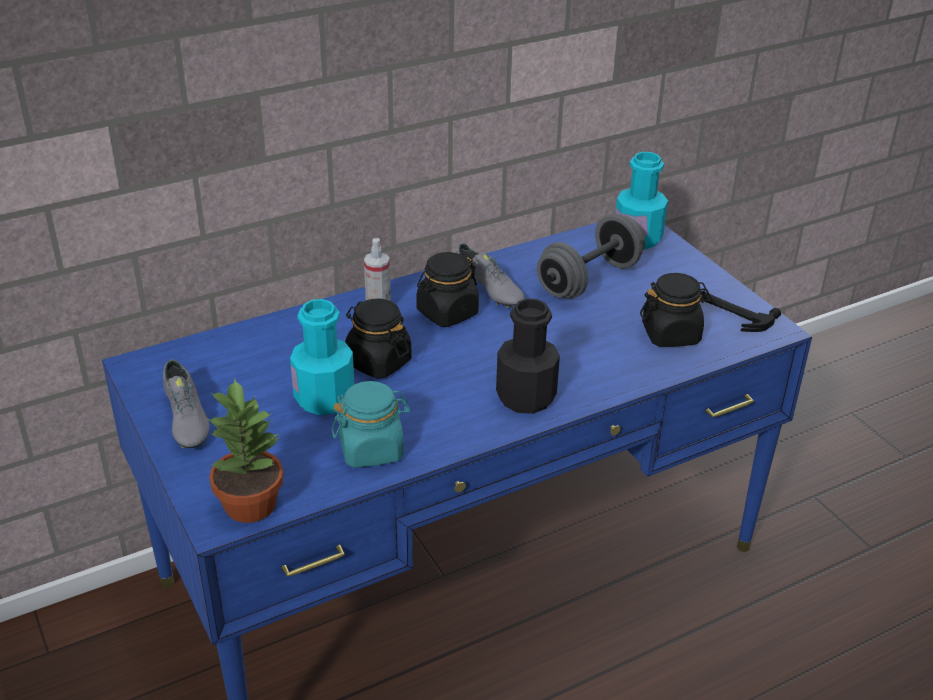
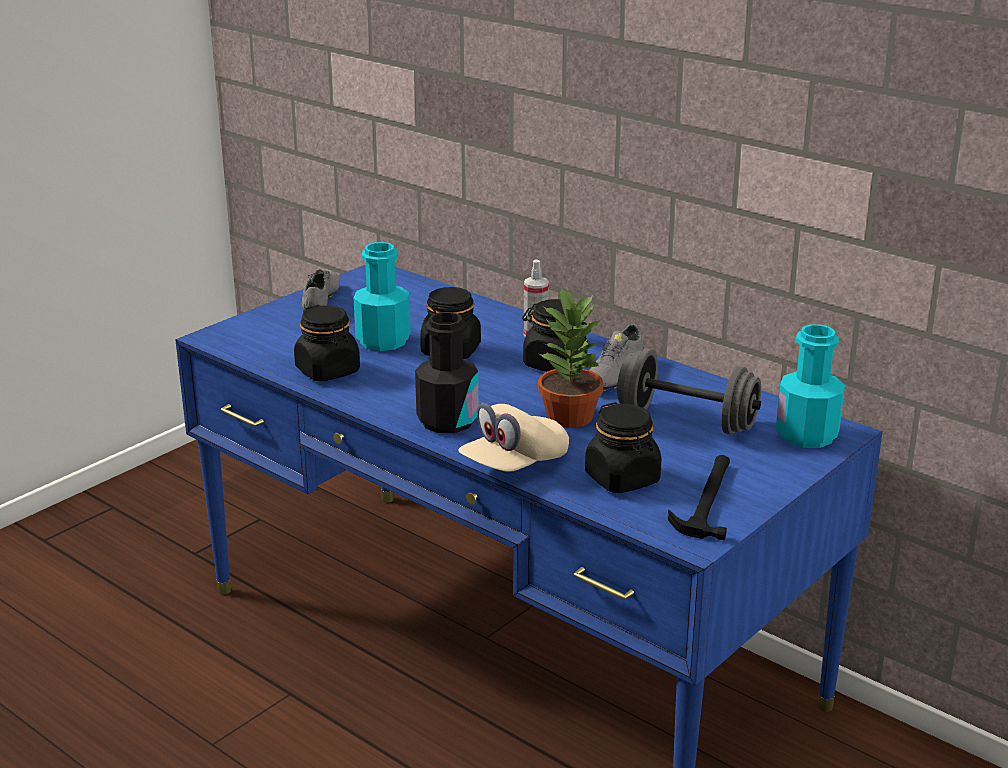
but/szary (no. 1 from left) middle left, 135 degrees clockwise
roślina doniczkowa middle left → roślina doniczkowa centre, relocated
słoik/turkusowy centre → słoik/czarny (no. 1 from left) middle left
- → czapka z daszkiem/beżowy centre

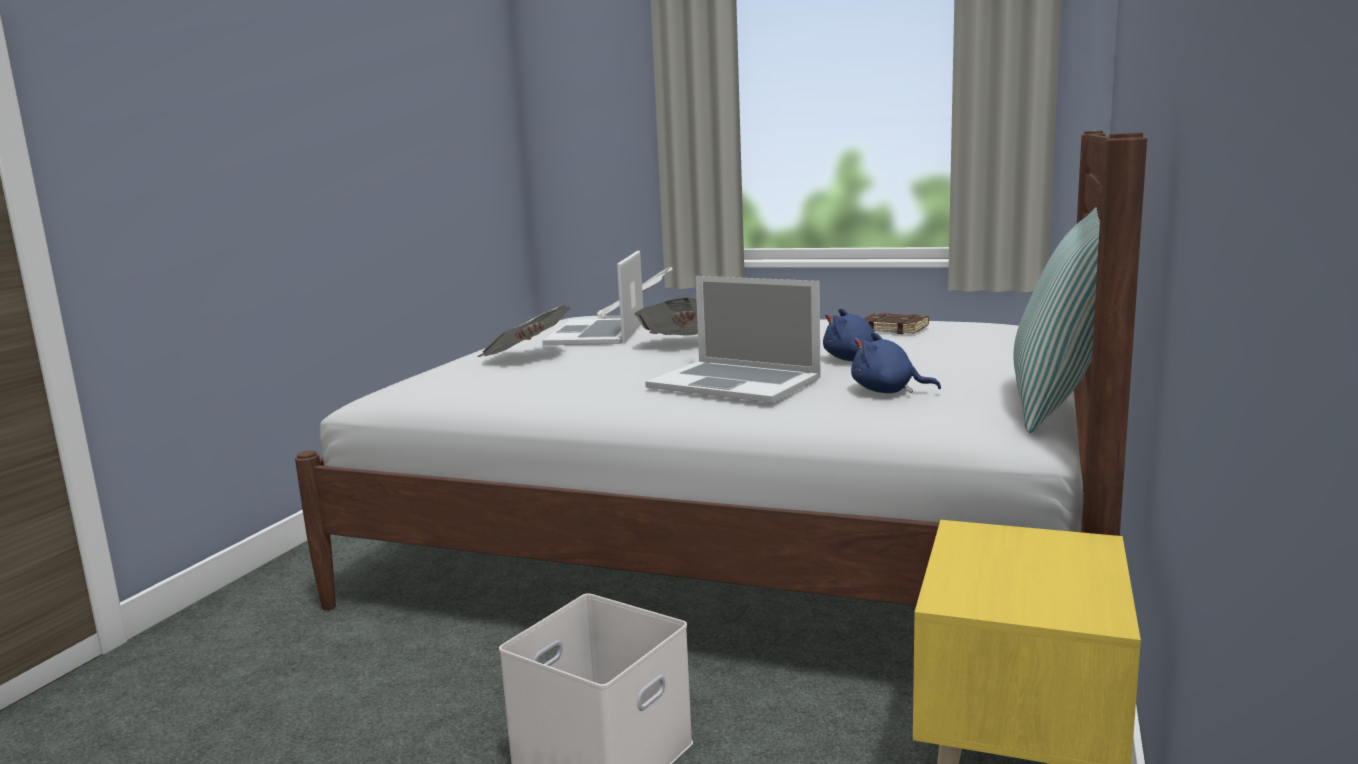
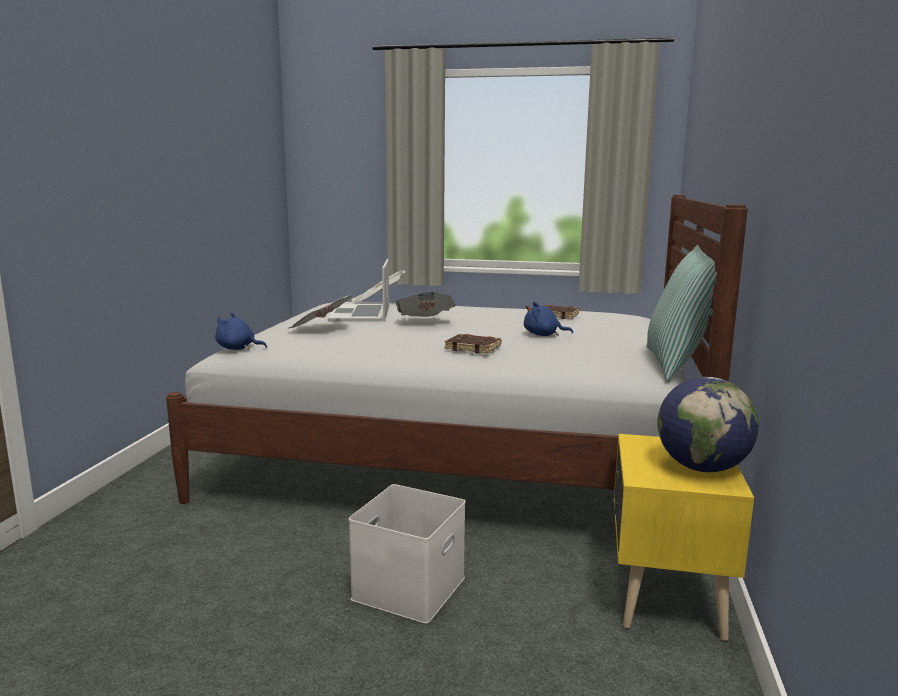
laptop (no. 2 from left) centre → książka/brązowy (no. 1 from left) centre
pluszak/niebieski (no. 2 from left in the first image) centre → pluszak/niebieski (no. 1 from left) middle left, relocated
- → globus middle right

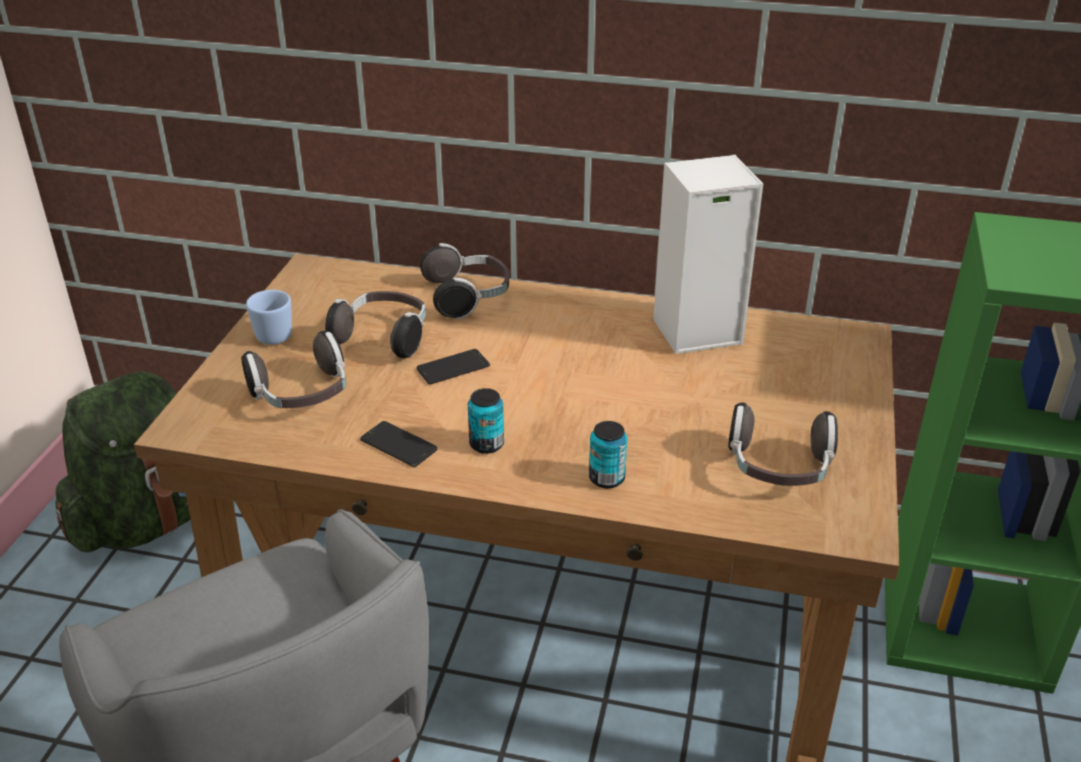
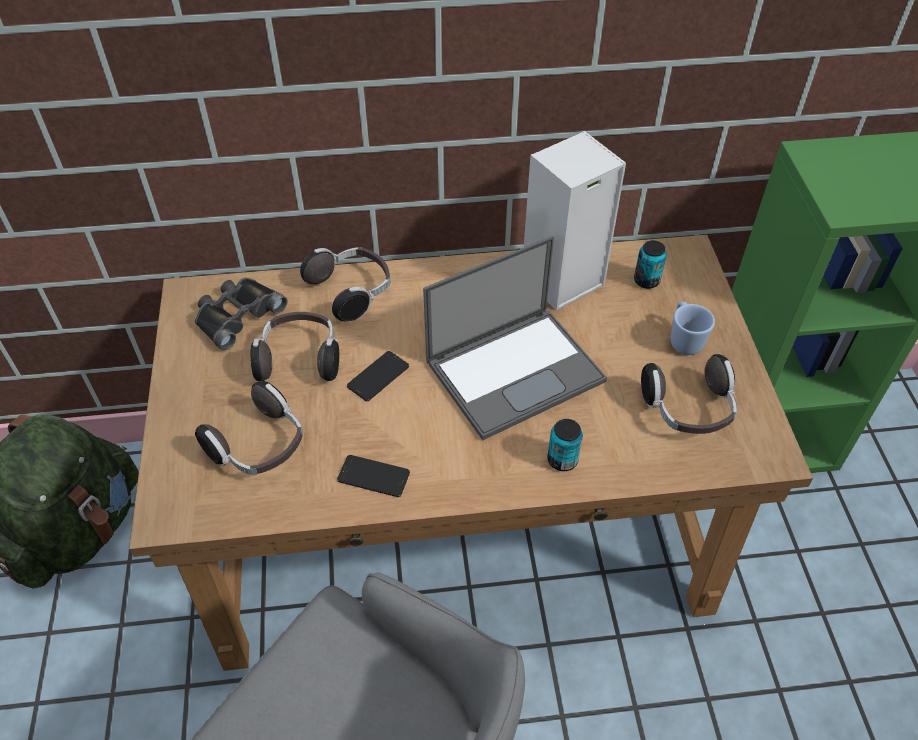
kubek/niebieski middle left → kubek/niebieski middle right, relocated
puszka (no. 1 from left in the first image) centre → puszka (no. 2 from left) middle right, relocated
- → lornetka/czarny middle left
- → laptop centre

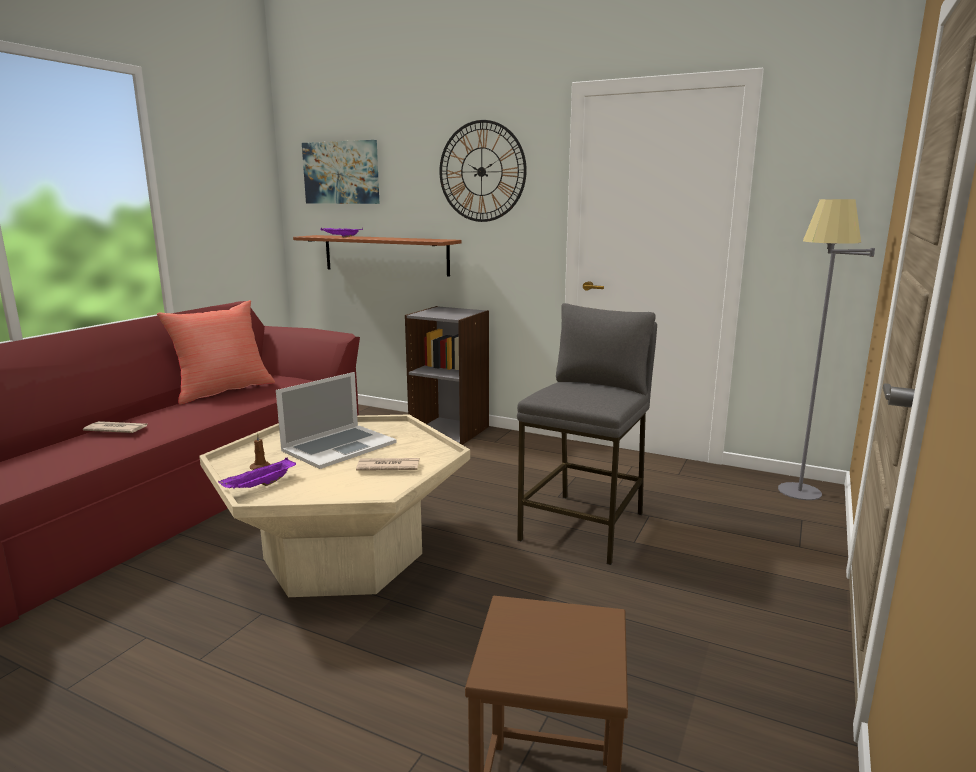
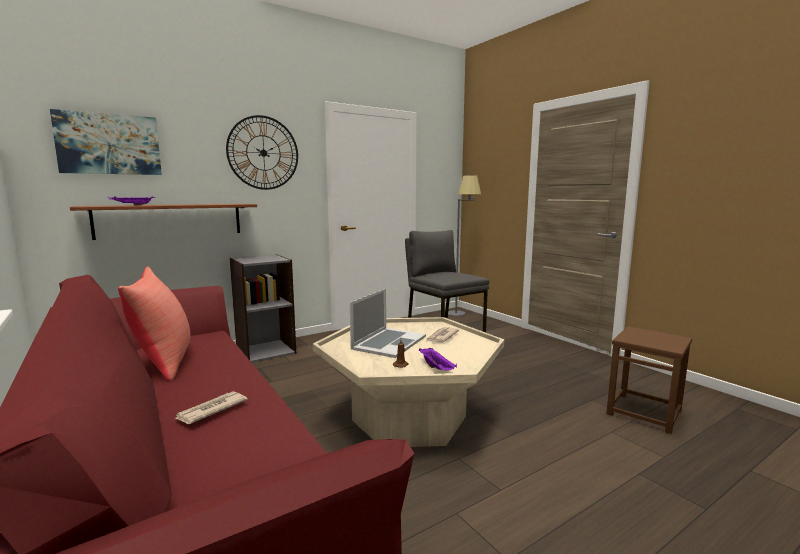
laptop centre, 45 degrees clockwise

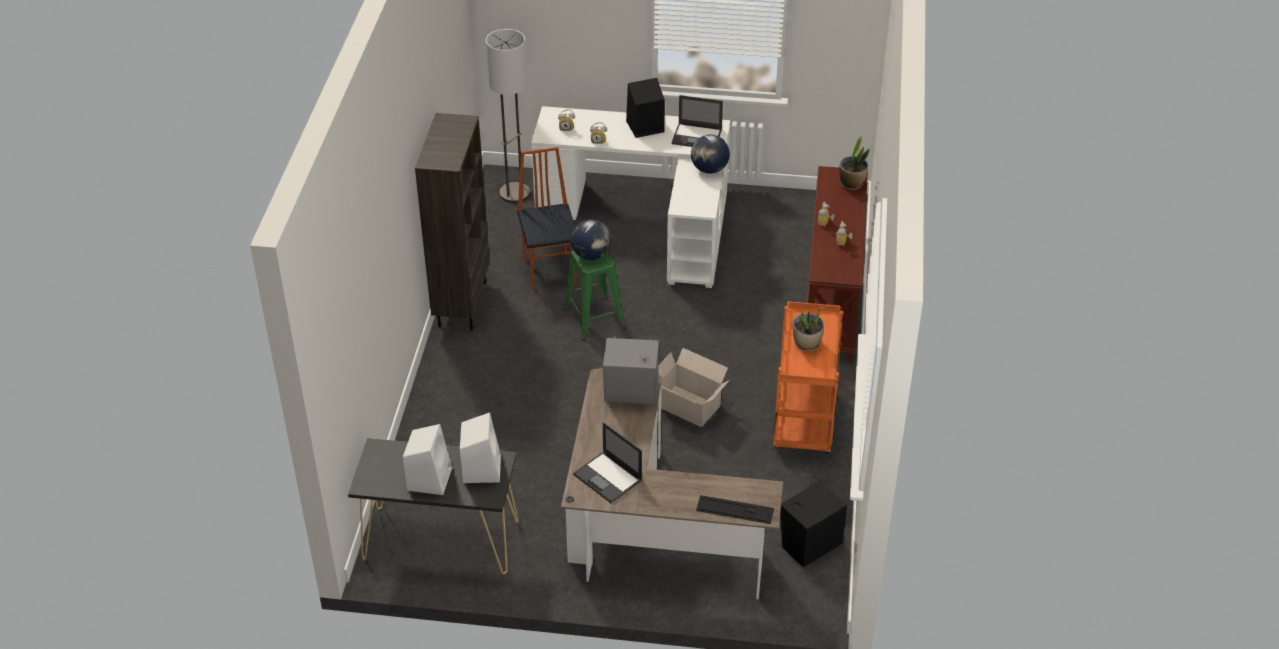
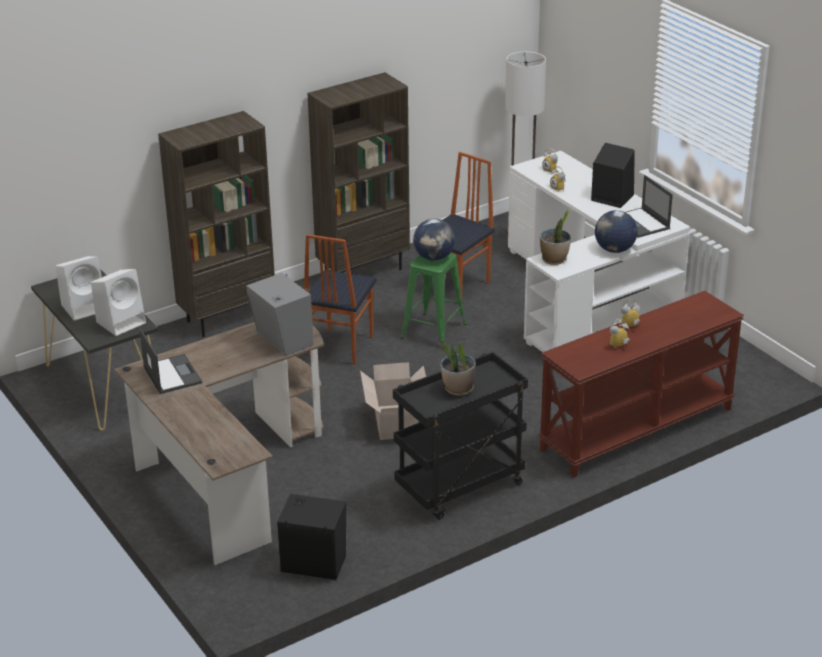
laptop (no. 1 from left) bottom centre → laptop (no. 1 from left) middle left, 150 degrees clockwise
klawiatura bottom centre → -
wózek/pomarańczowy centre → wózek/czarny centre
roślina doniczkowa (no. 2 from left) top right → roślina doniczkowa (no. 2 from left) middle right, relocated
- → regał/brązowy (no. 1 from left) middle left
- → krzesło (no. 1 from left) centre

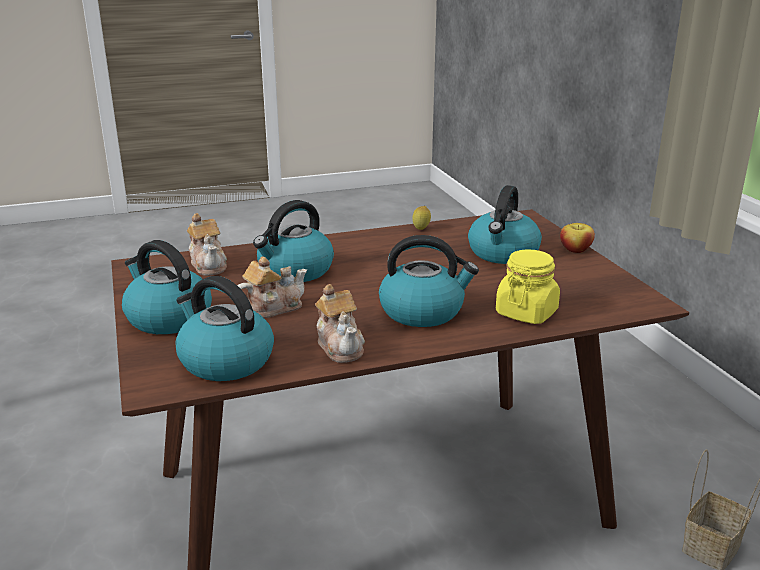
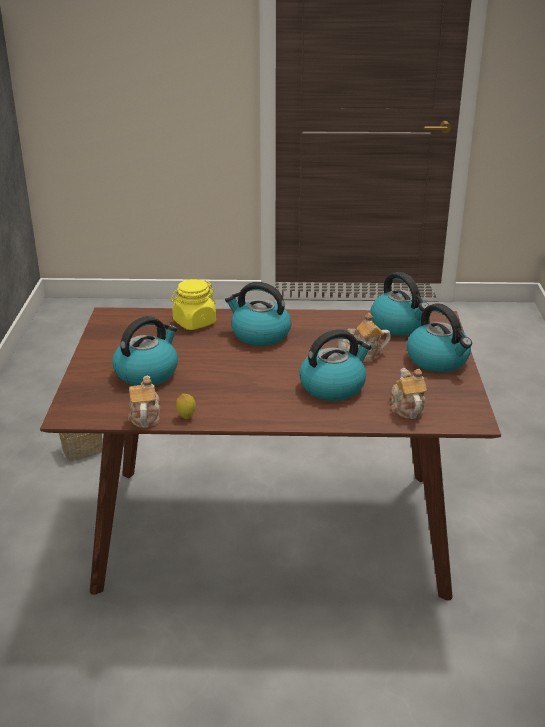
imbryk (no. 3 from left in the first image) centre → imbryk (no. 1 from left) middle left, relocated
jabłko middle right → -

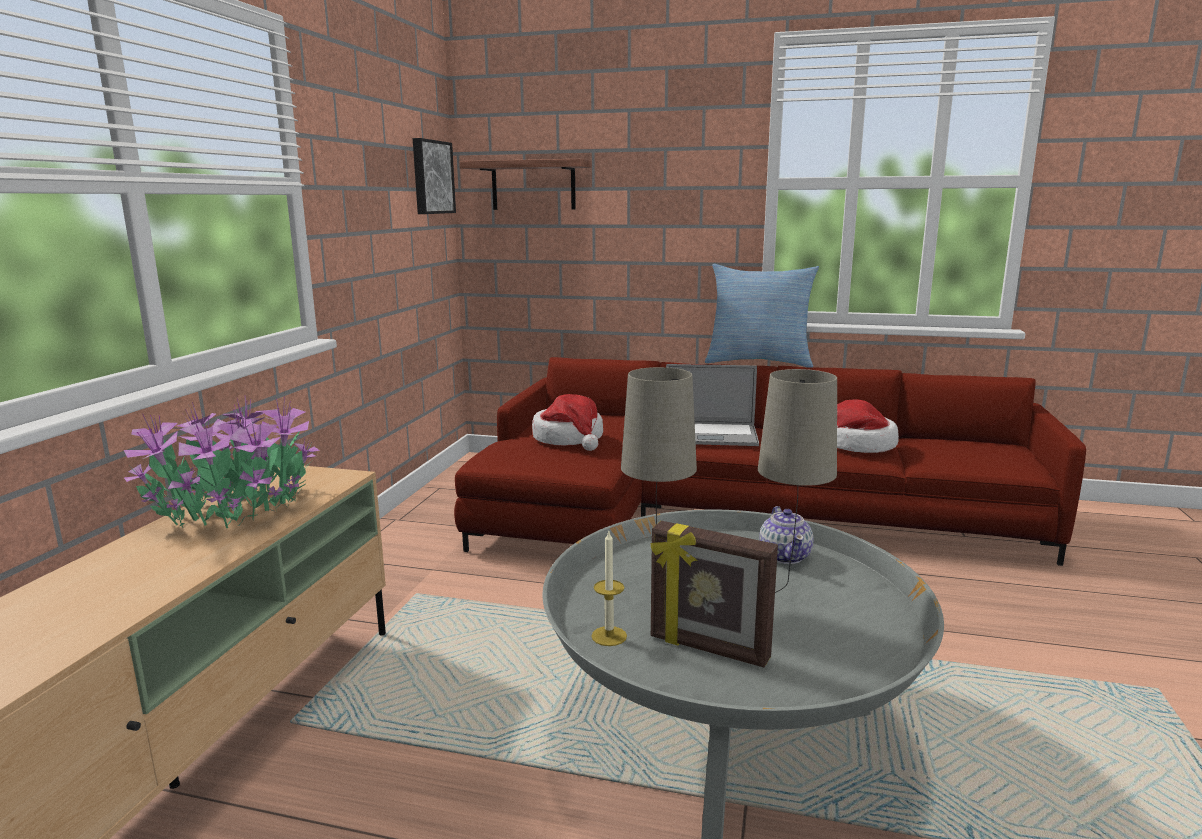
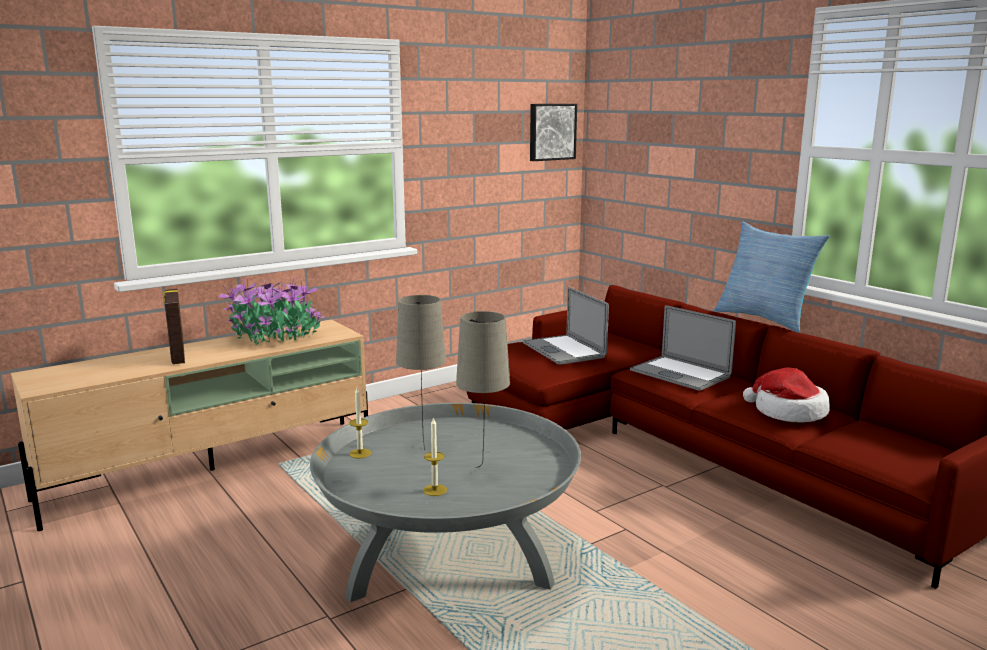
półka top centre → -
kapelusz (no. 1 from left) centre → laptop (no. 1 from left) centre
ramka na zdjęcie bottom centre → ramka na zdjęcie middle left, relocated
imbryk centre → -
- → świeca (no. 2 from left) bottom centre

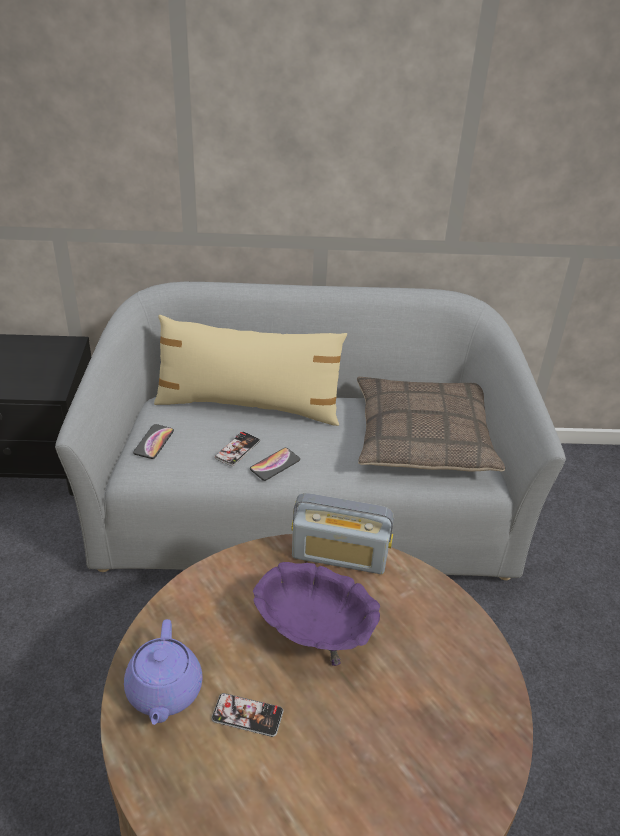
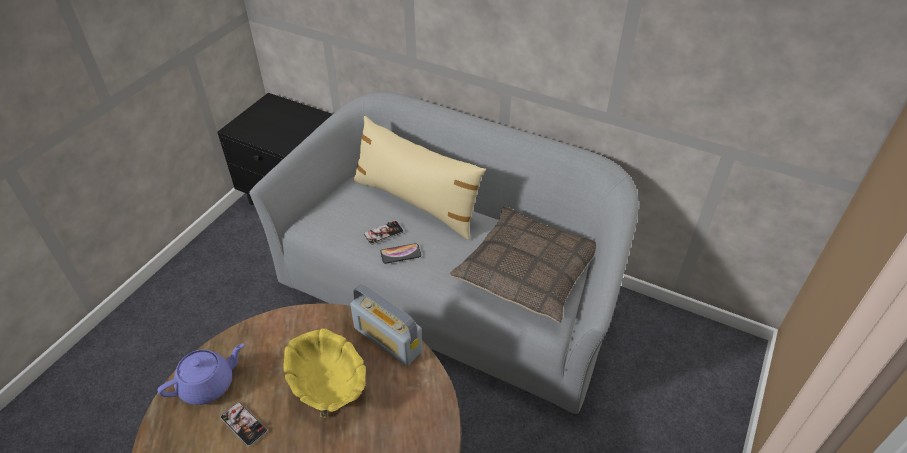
imbryk/fioletowy bottom left, 150 degrees counterclockwise
telefon (no. 1 from left) middle left → -
miska/fioletowy bottom centre → miska/żółty bottom centre

